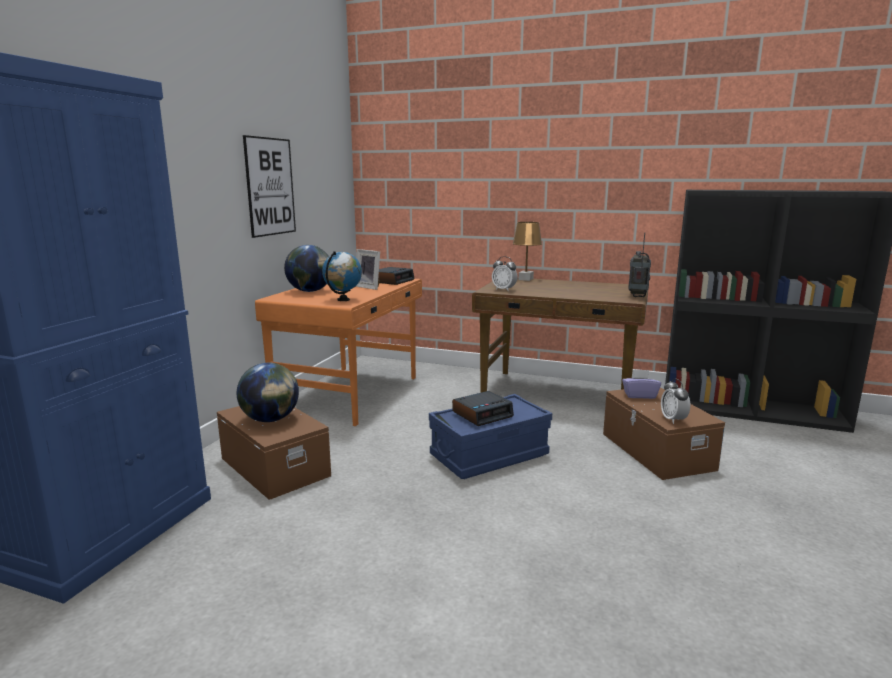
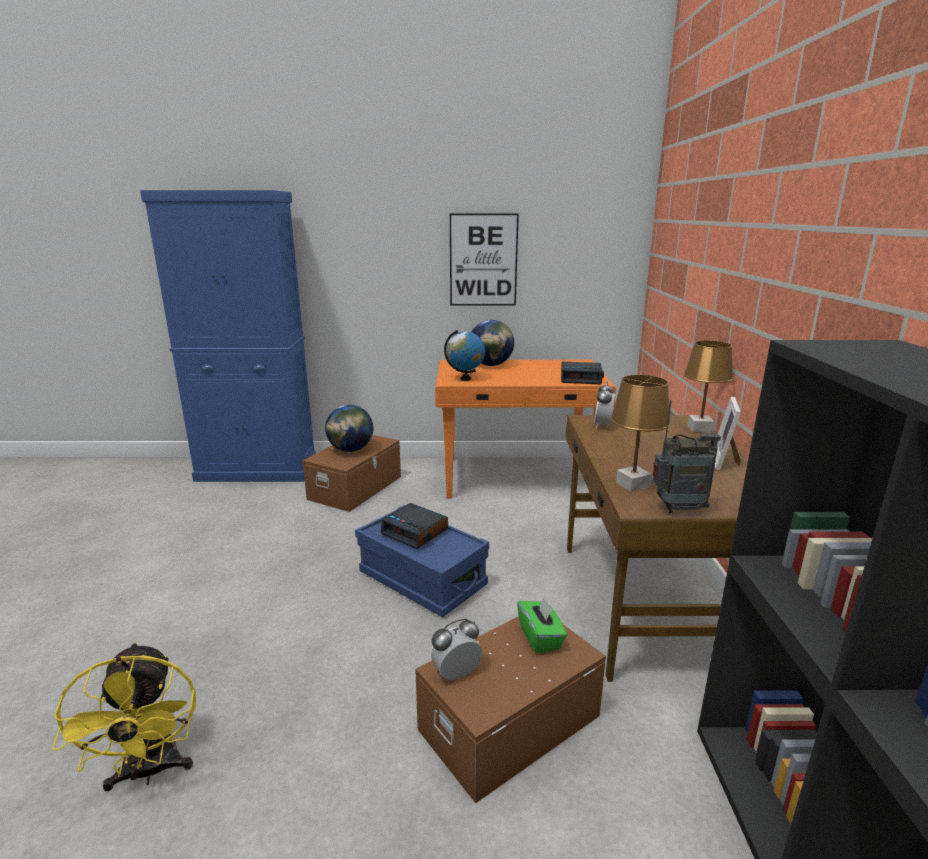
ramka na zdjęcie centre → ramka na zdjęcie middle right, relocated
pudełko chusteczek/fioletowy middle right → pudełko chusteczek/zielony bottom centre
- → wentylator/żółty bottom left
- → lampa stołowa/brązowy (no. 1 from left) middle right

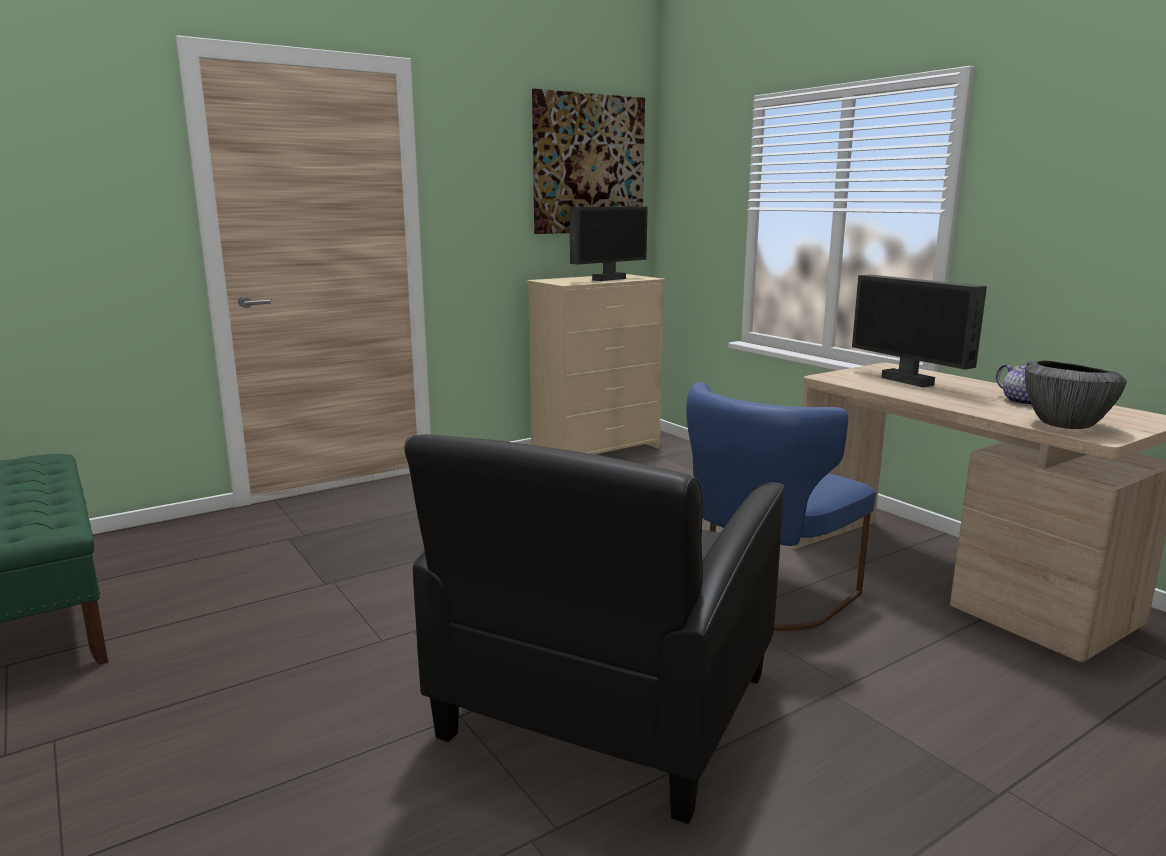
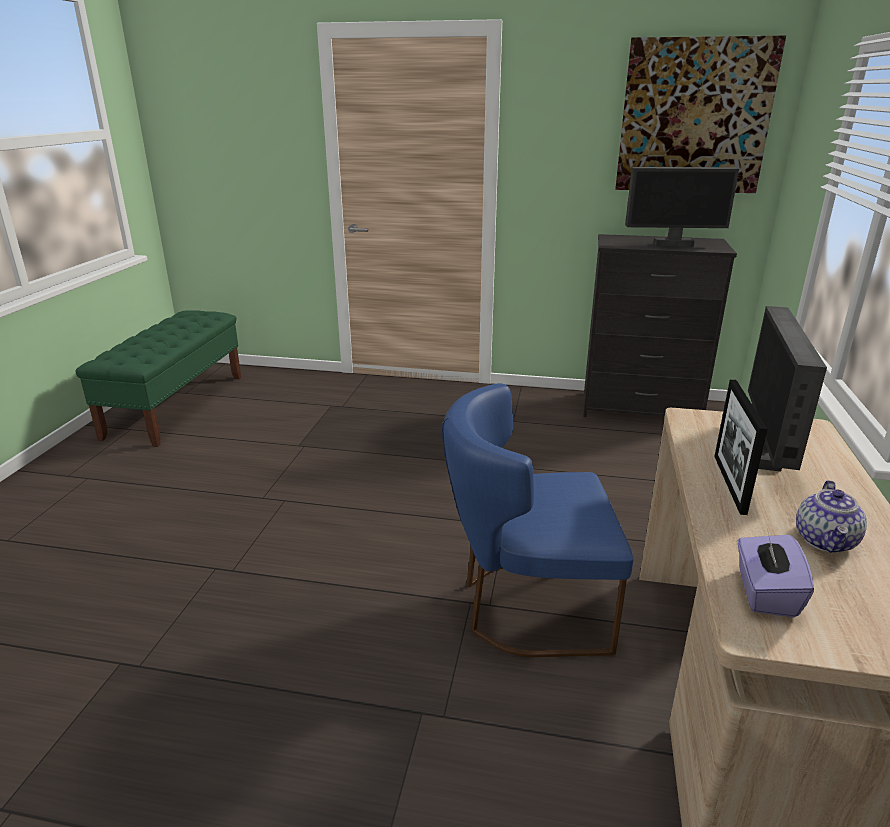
fotel/czarny bottom centre → -
komoda/beżowy centre → komoda/czarny middle right
miska middle right → pudełko chusteczek/fioletowy bottom right
- → ramka na zdjęcie middle right

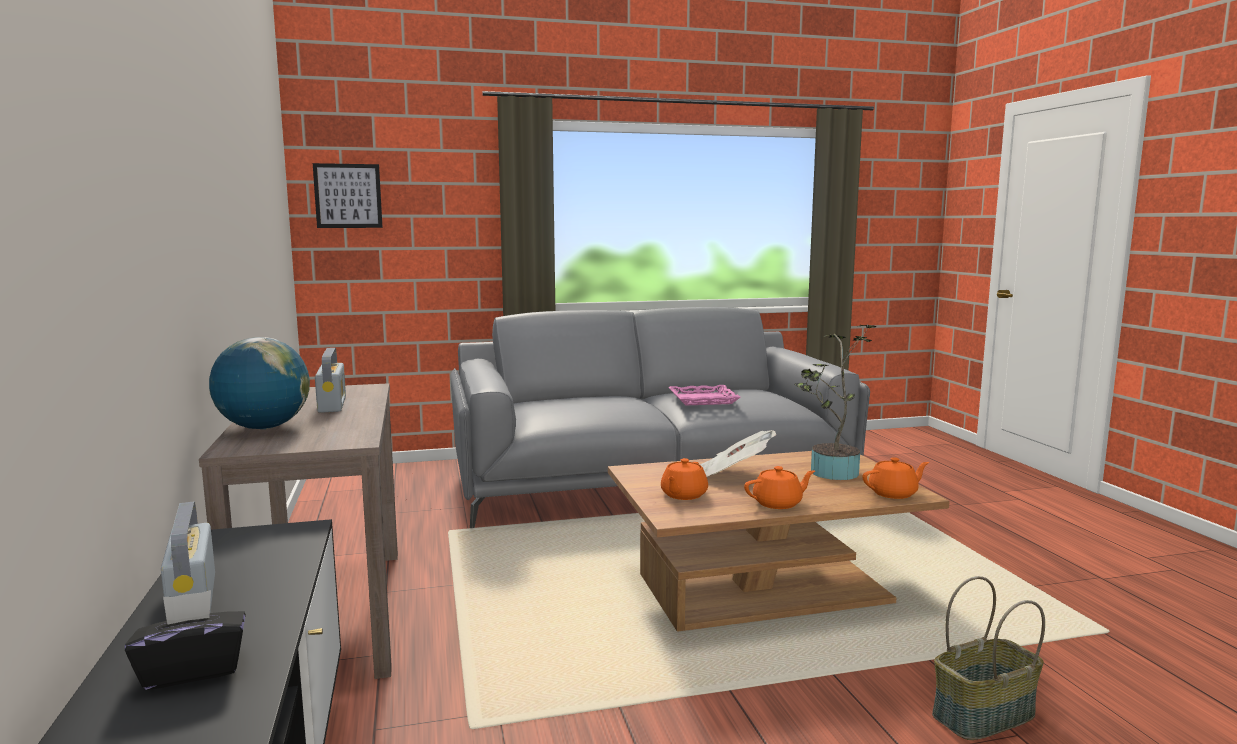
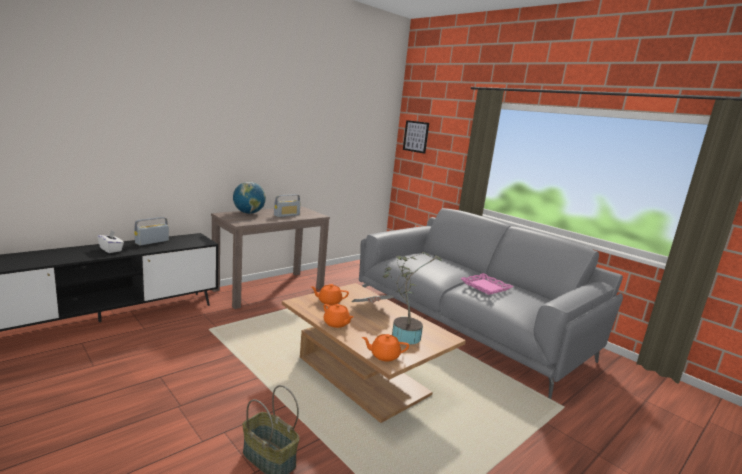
pudełko chusteczek/czarny bottom left → pudełko chusteczek/biały middle left
imbryk/pomarańczowy (no. 3 from left) middle right → imbryk/pomarańczowy (no. 3 from left) bottom centre, 135 degrees clockwise

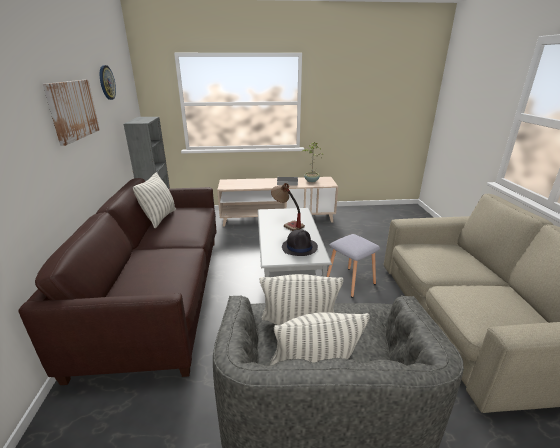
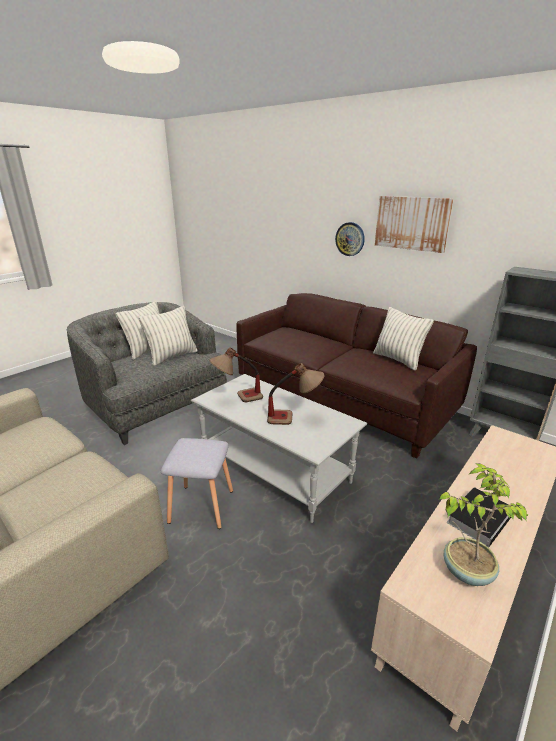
zegar ścienny top left → zegar ścienny top centre, relocated
kapelusz/czarny centre → lampa stołowa (no. 1 from left) centre

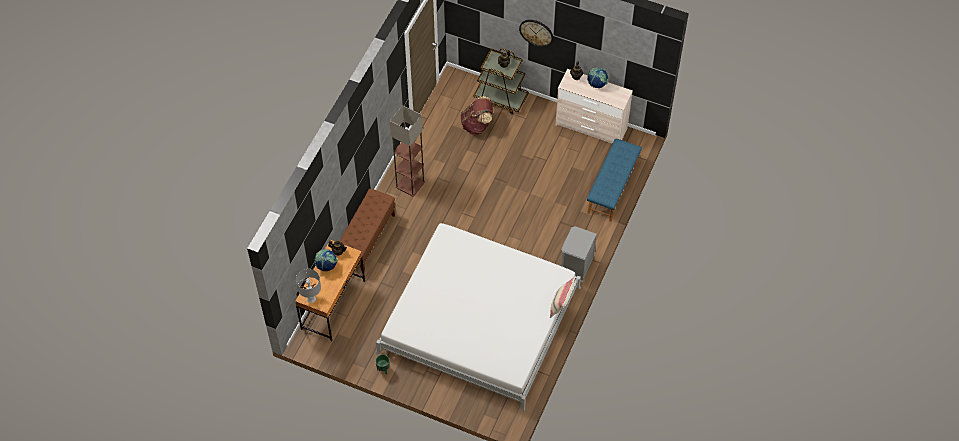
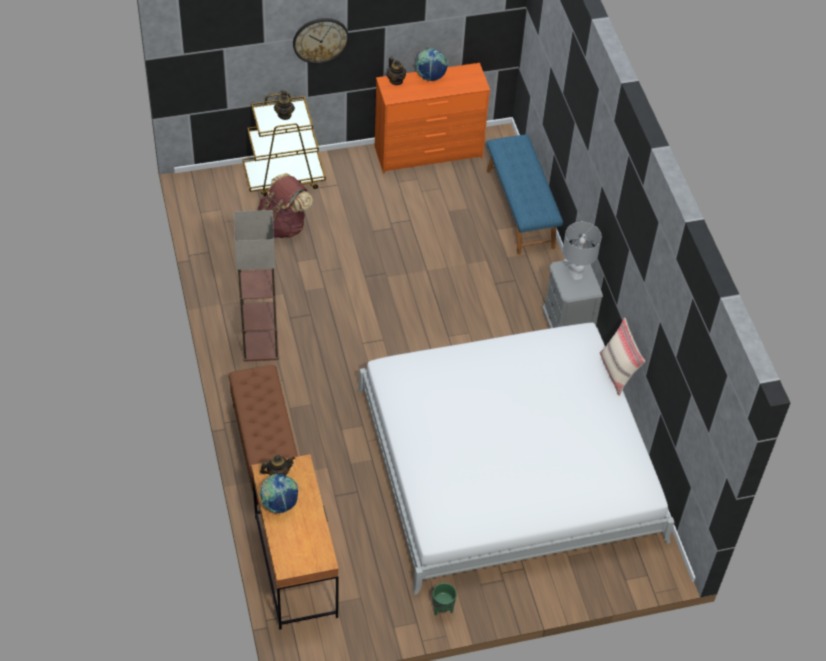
lampa stołowa/szary middle left → lampa stołowa/szary middle right, relocated
komoda/beżowy top centre → komoda/pomarańczowy top centre

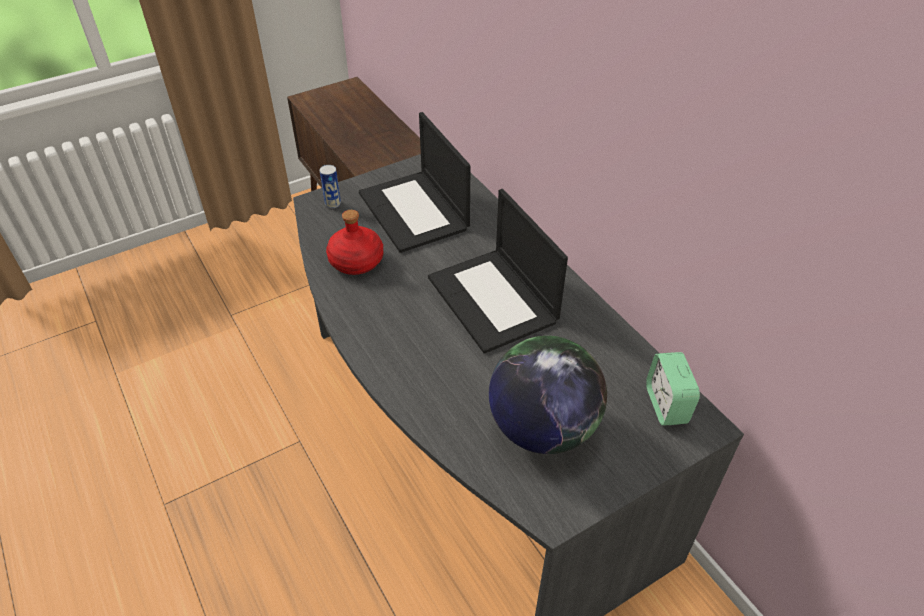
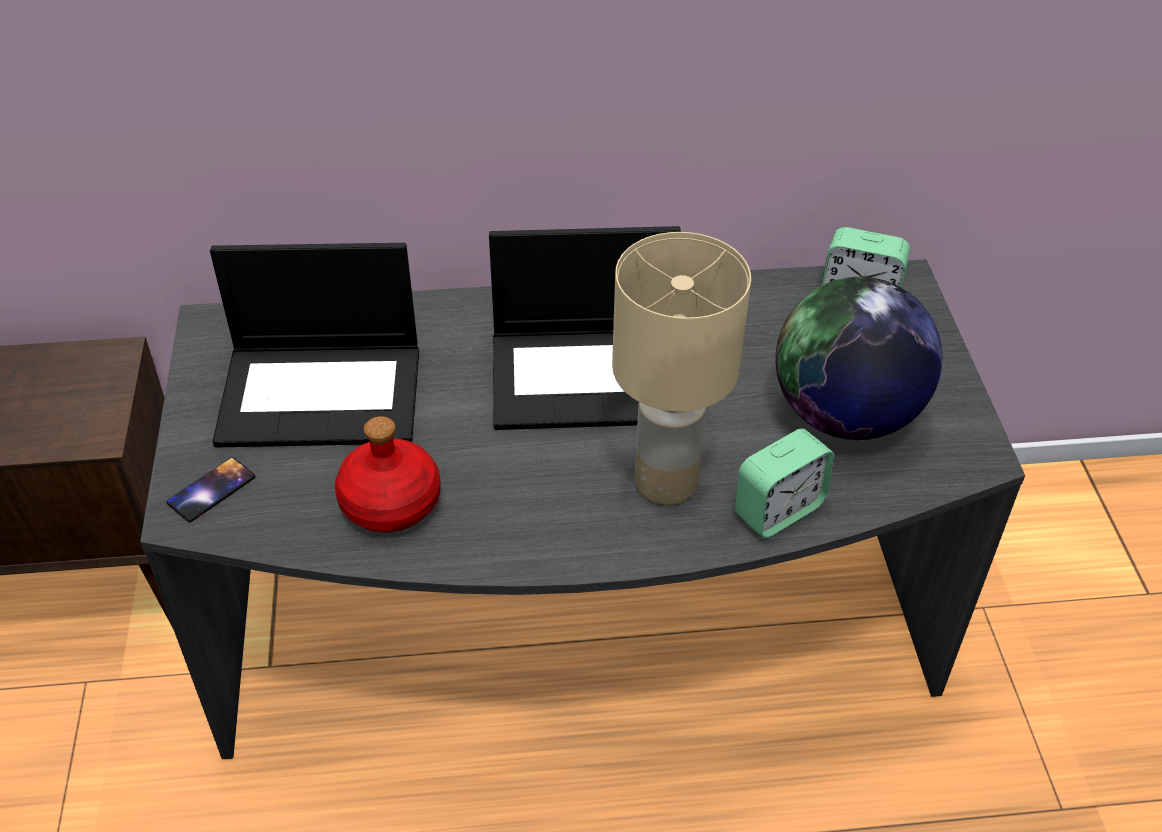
puszka top centre → telefon middle left
- → lampa stołowa/beżowy centre
- → budzik (no. 1 from left) middle right

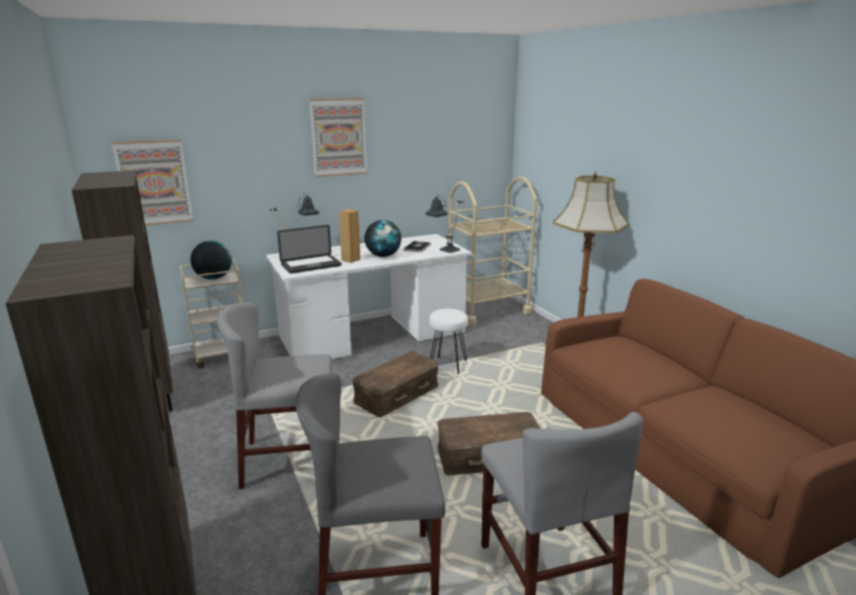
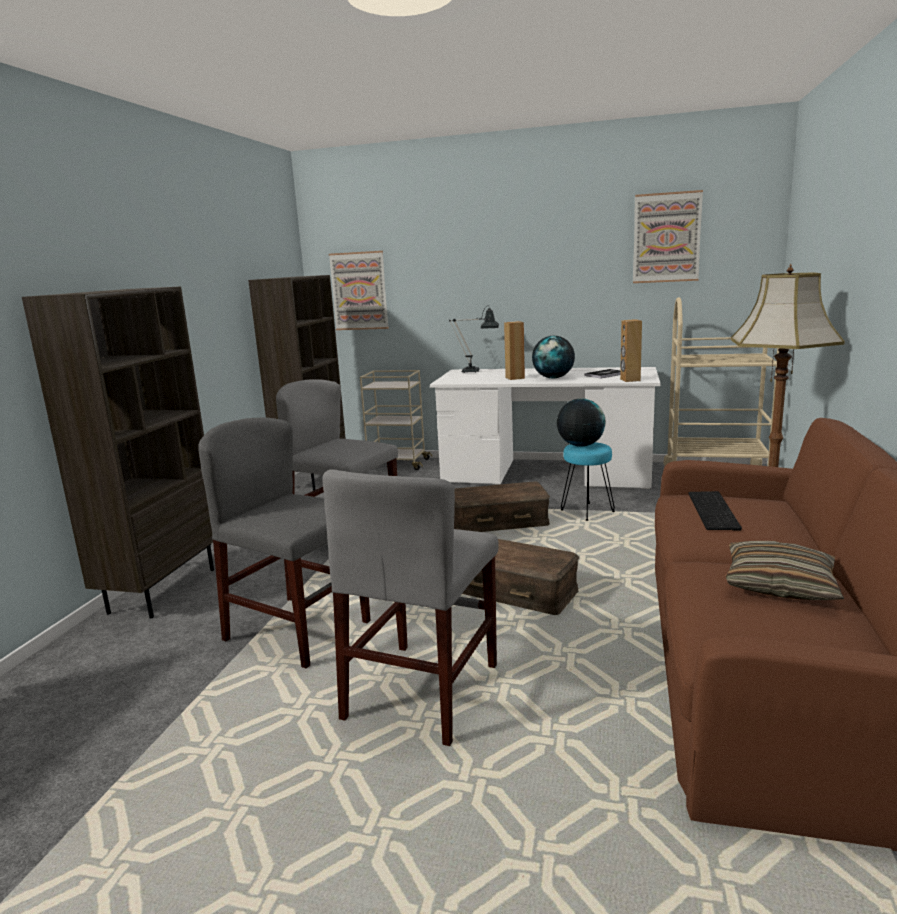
globus (no. 1 from left in the first image) middle left → globus (no. 2 from left) centre, relocated
laptop centre → -
obraz (no. 2 from left) top centre → obraz (no. 2 from left) top right, relocated
lampa stołowa (no. 2 from left) centre → głośnik/brązowy (no. 2 from left) middle right
stołek/biały centre → stołek/turkusowy centre
- → klawiatura middle right
- → poduszka middle right

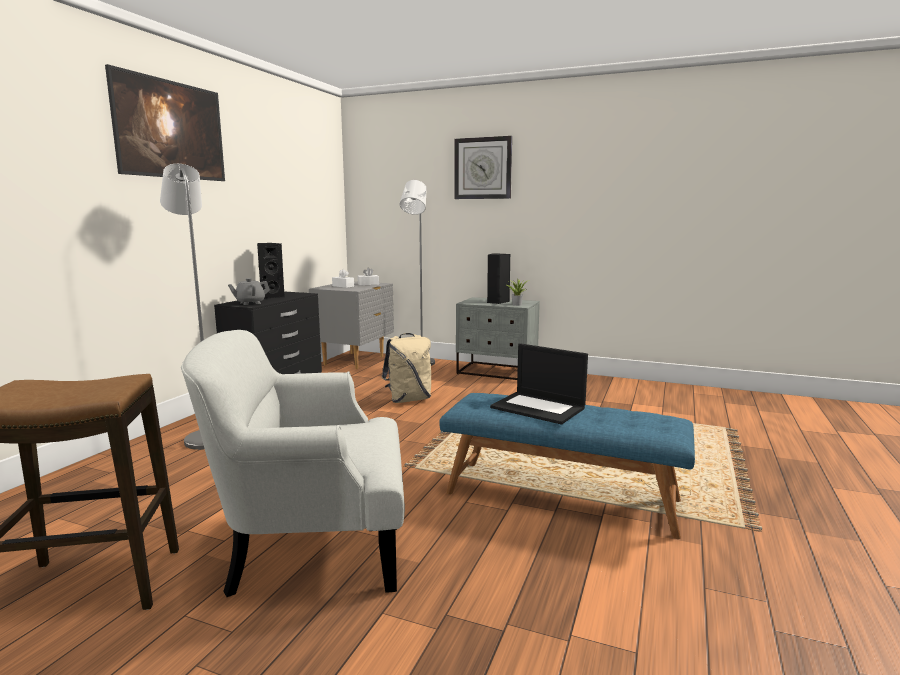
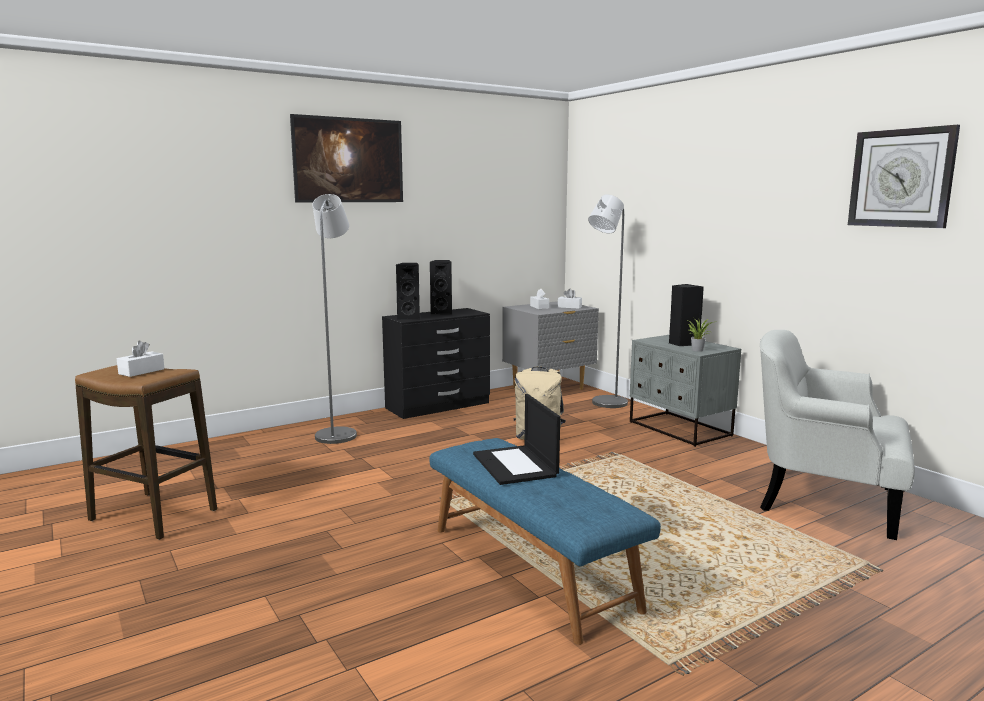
fotel/biały bottom left → fotel/biały middle right, relocated
imbryk/szary middle left → głośnik/czarny (no. 1 from left) centre
zegar ścienny top centre → zegar ścienny top right, relocated
- → pudełko chusteczek/biały (no. 1 from left) middle left

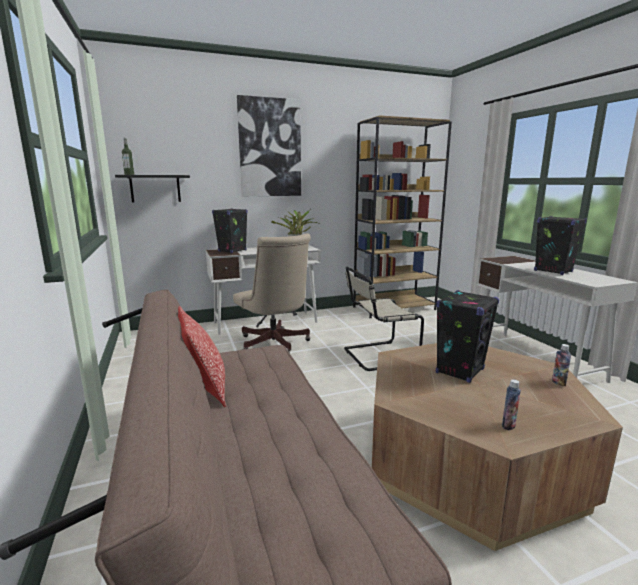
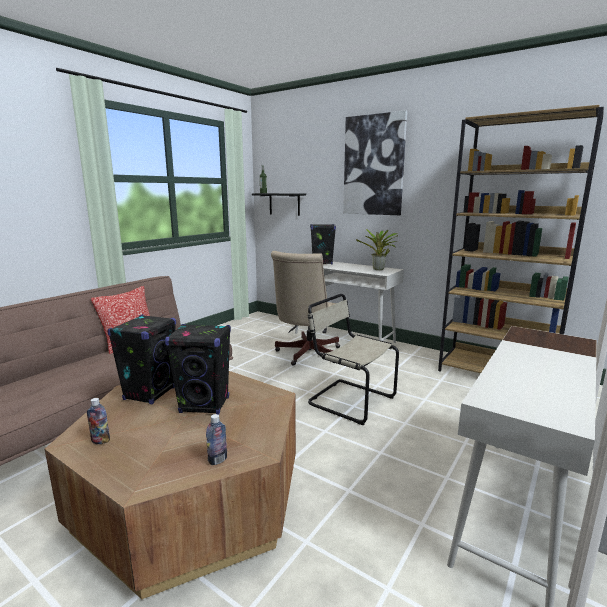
głośnik/czarny (no. 3 from left in the first image) middle right → głośnik/czarny (no. 1 from left) middle left, relocated

